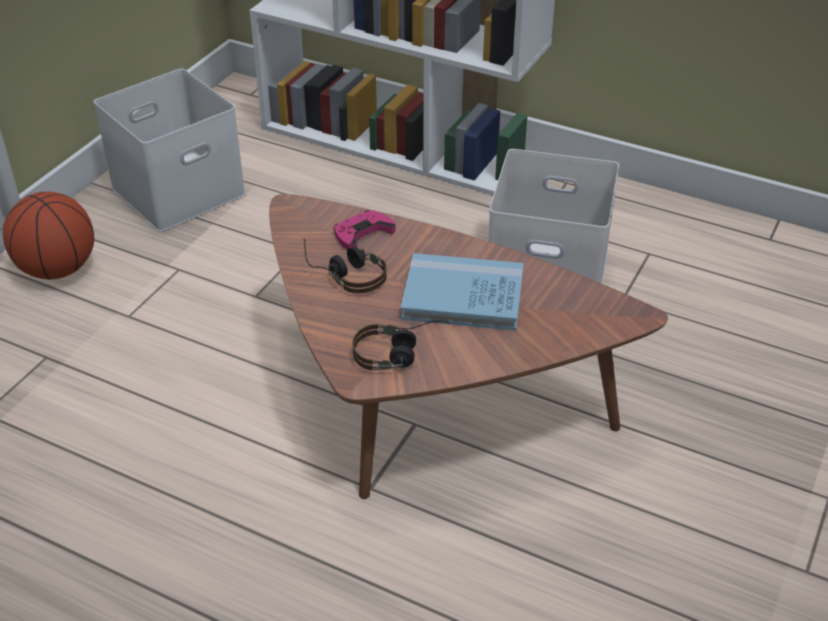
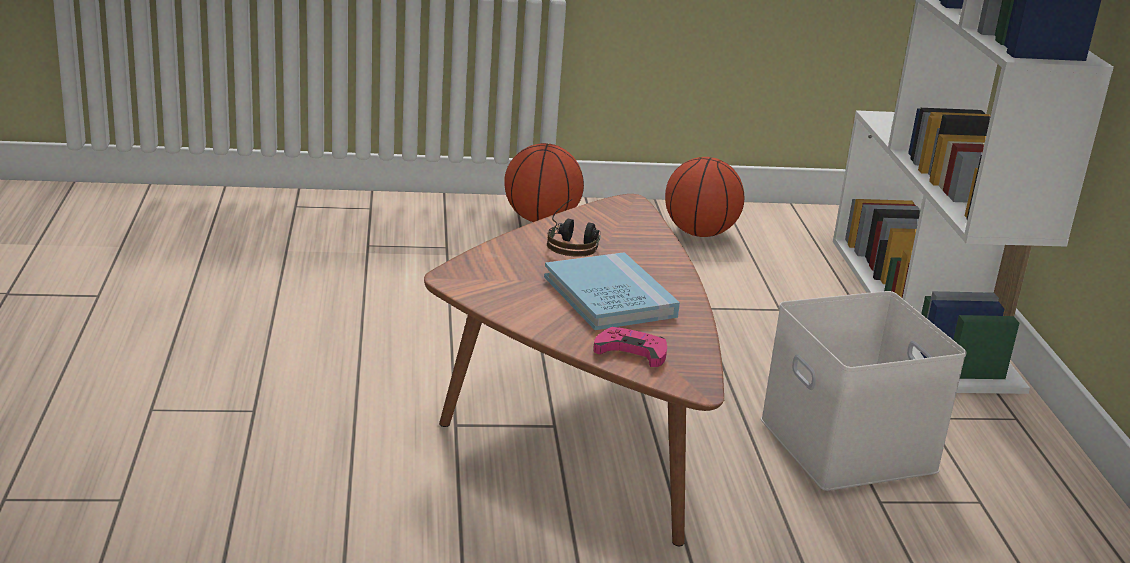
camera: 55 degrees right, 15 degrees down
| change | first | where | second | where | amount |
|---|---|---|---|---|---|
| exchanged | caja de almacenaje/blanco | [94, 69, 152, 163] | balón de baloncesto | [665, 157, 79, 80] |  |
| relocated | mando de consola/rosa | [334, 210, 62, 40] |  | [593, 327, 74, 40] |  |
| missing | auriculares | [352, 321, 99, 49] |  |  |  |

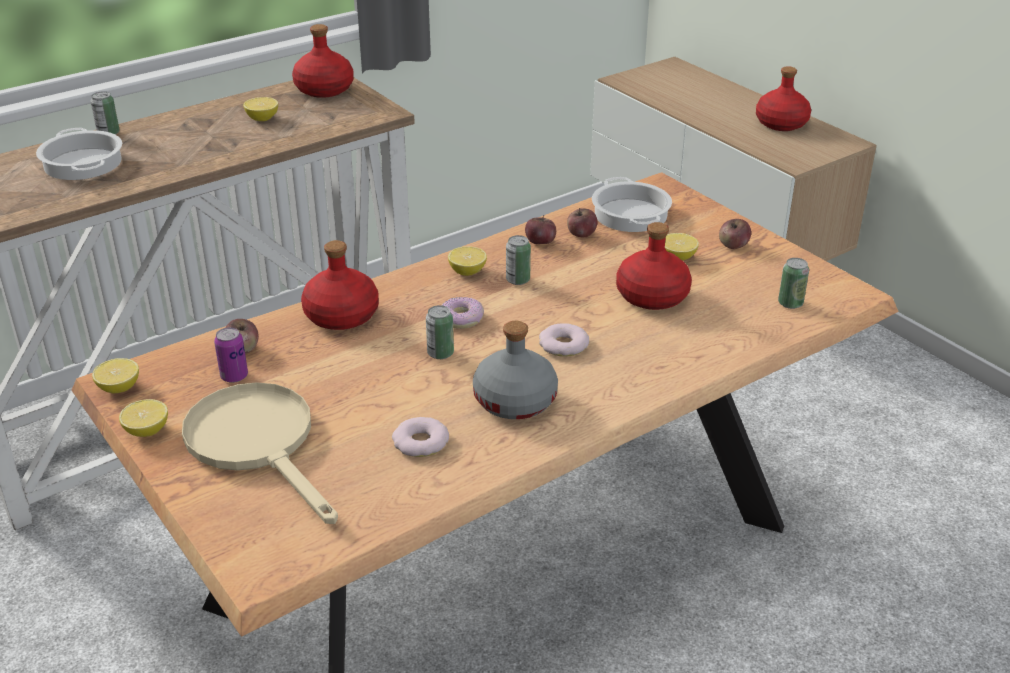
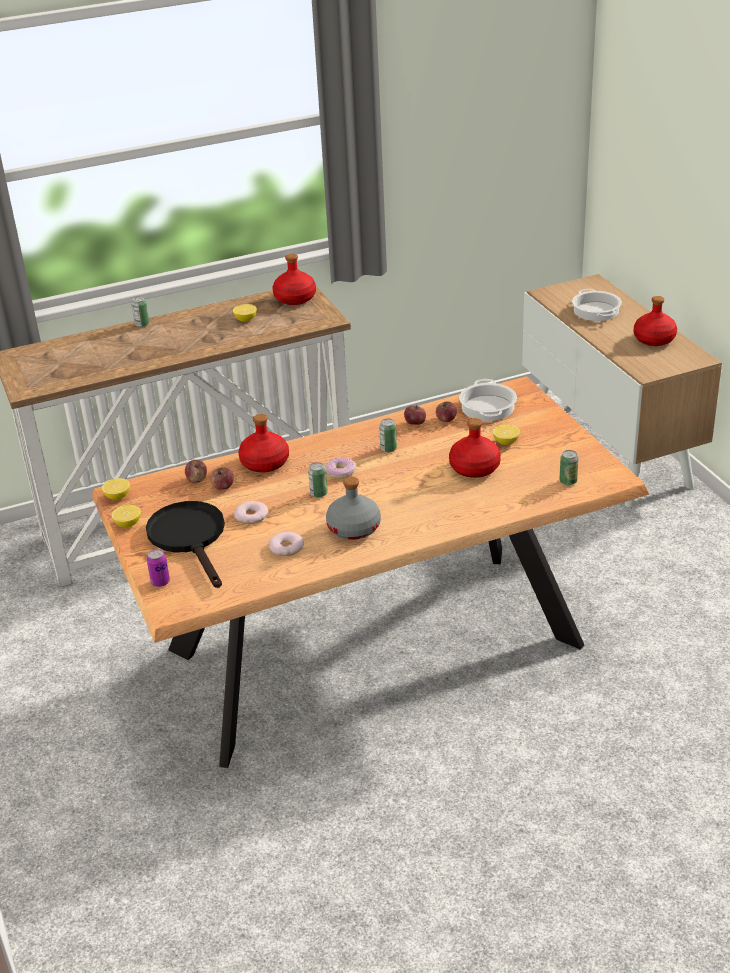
camera: 15 degrees right, 0 degrees up
| change | first | where | second | where | amount |
|---|---|---|---|---|---|
| relocated | olla | [36, 128, 86, 52] |  | [572, 289, 50, 32] |  |
| colour | sartén/beis | [182, 382, 156, 142] | sartén/negro | [146, 501, 79, 87] |  |
| relocated | lata | [214, 327, 34, 56] |  | [147, 549, 23, 38] |  |
| missing | limón | [448, 246, 39, 30] |  |  |  |
| relocated | rosquilla | [539, 323, 50, 34] |  | [234, 501, 34, 23] |  |
| relocated | manzana | [719, 219, 32, 30] |  | [211, 467, 23, 23] |  |

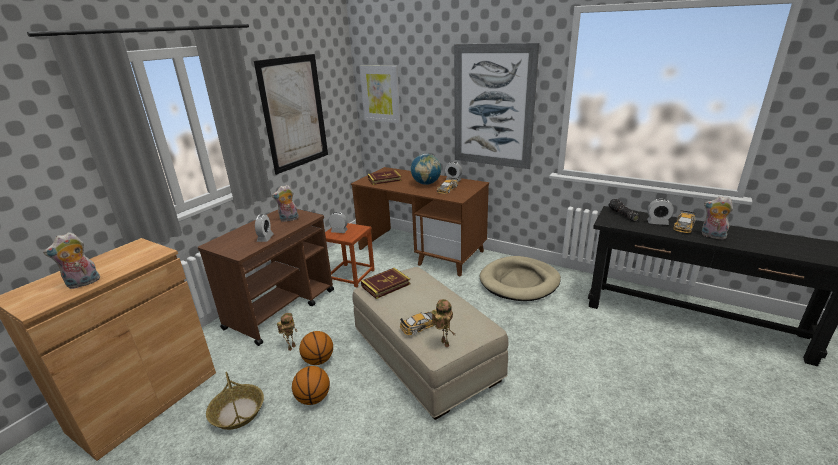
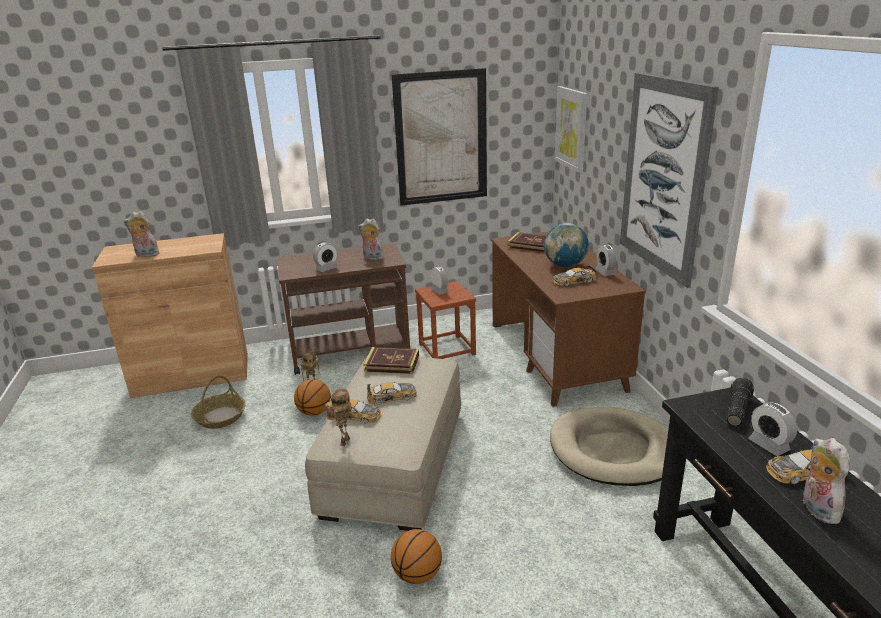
camera: 45 degrees right, 0 degrees up
| change | first | where | second | where | amount |
|---|---|---|---|---|---|
| relocated | balón de baloncesto | [292, 366, 38, 39] |  | [391, 529, 51, 55] |  |
| appeared |  |  | coche de juguete | [367, 382, 50, 22] |  |

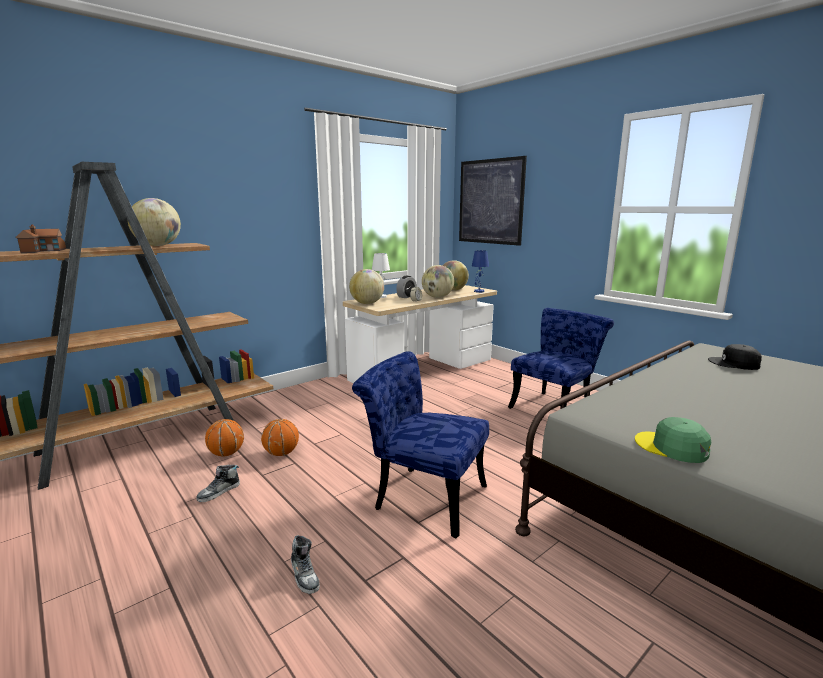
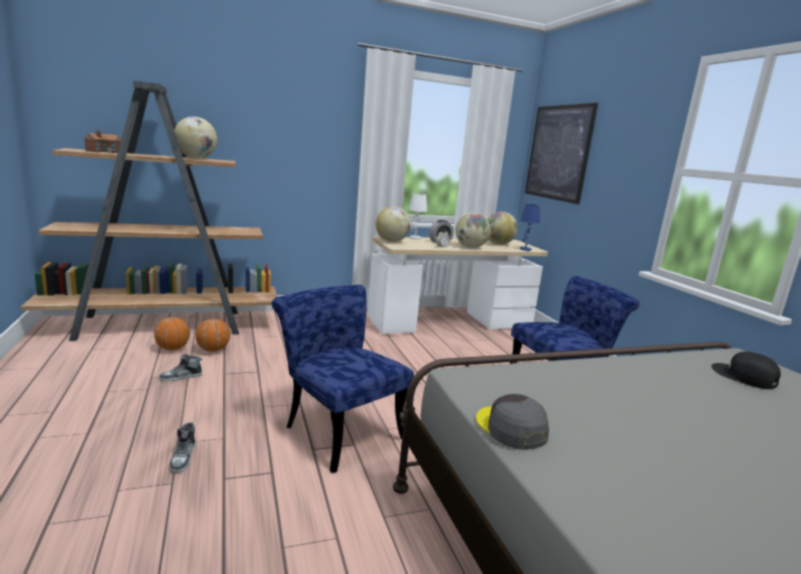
camera: 20 degrees right, 0 degrees up
| change | first | where | second | where | amount |
|---|---|---|---|---|---|
| relocated | balón de baloncesto | [261, 419, 38, 37] |  | [154, 317, 36, 33] |  |
| colour | gorra/verde | [635, 417, 77, 46] | gorra/gris | [476, 394, 73, 56] |  |

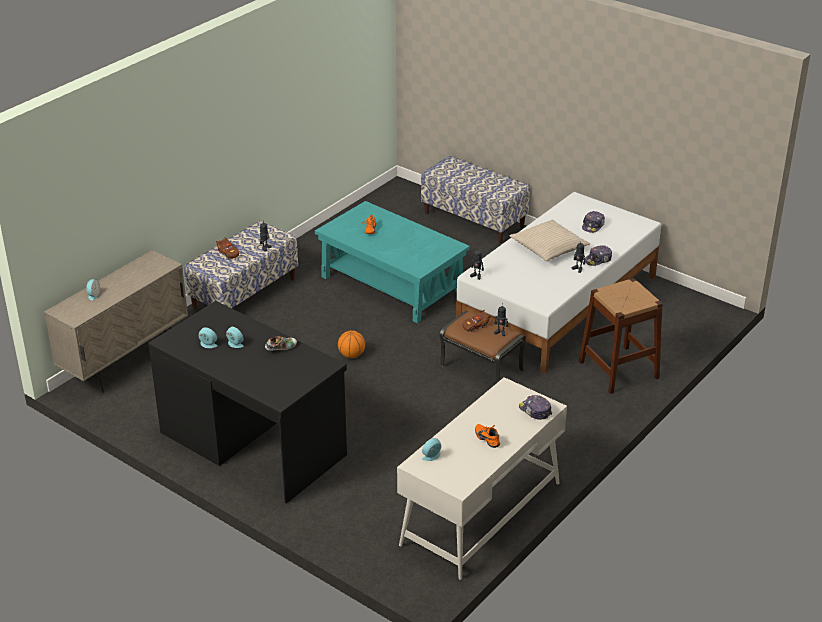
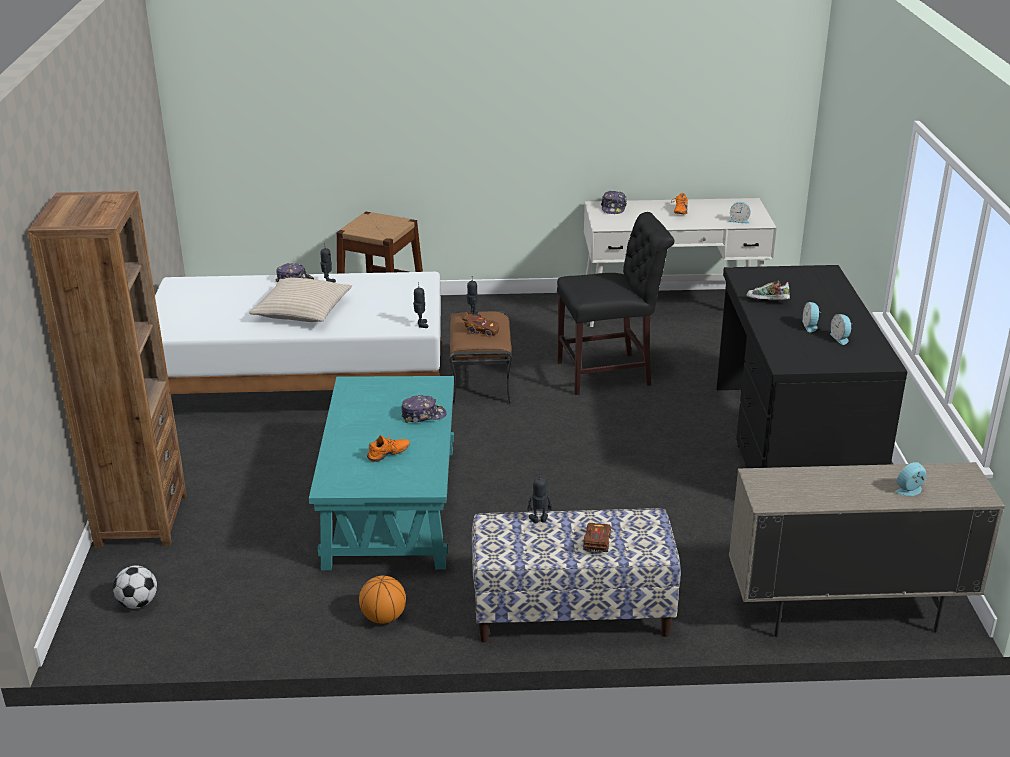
camera: 130 degrees left, 5 degrees down
| change | first | where | second | where | amount |
|---|---|---|---|---|---|
| relocated | balón de baloncesto | [338, 330, 27, 28] |  | [359, 575, 47, 49] |  |
| exchanged | banco | [421, 156, 109, 87] | estantería/marrón | [28, 191, 159, 357] |  |
| relocated | gorra | [582, 211, 23, 22] |  | [401, 395, 45, 28] |  |
| appeared |  |  | balón de fútbol | [113, 566, 44, 43] |  |
| appeared |  |  | silla/negro | [557, 212, 117, 183] |  |

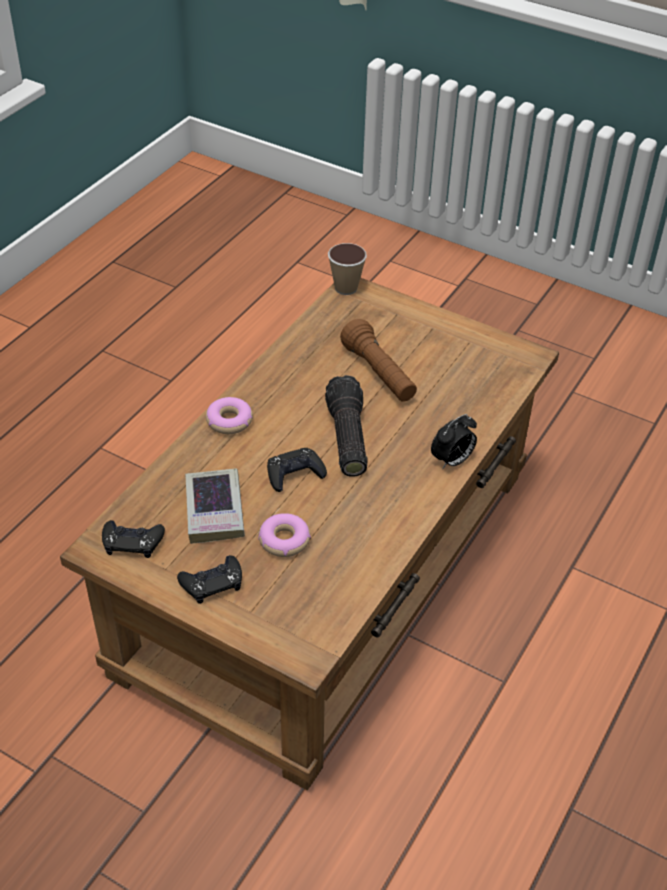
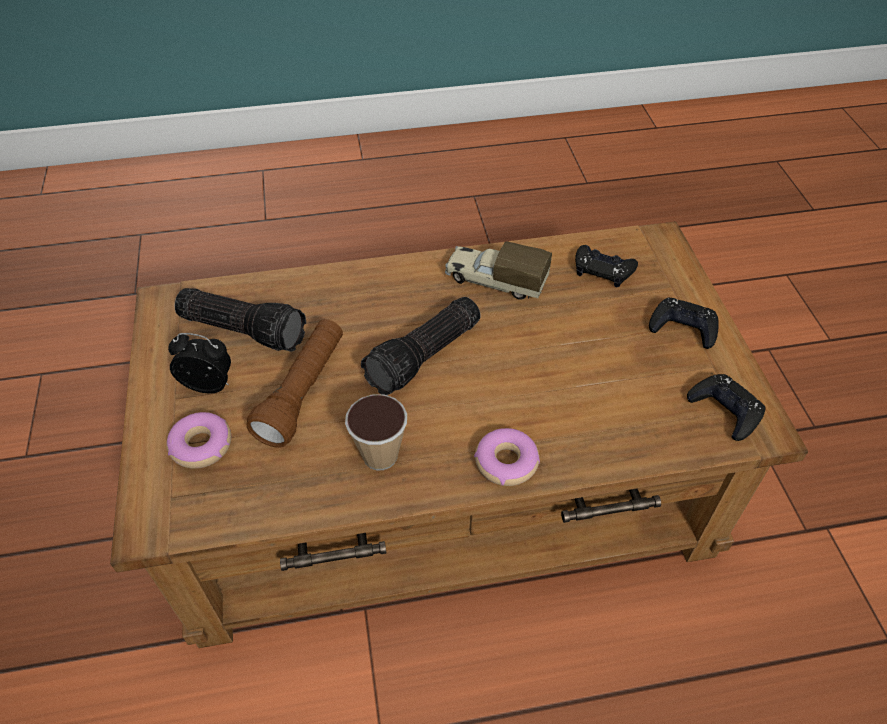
camera: 130 degrees left, 5 degrees up
| change | first | where | second | where | amount |
|---|---|---|---|---|---|
| missing | libro | [185, 468, 60, 76] |  |  |  |
| relocated | rosquilla | [258, 513, 53, 44] |  | [166, 412, 65, 57] |  |
| relocated | mando de consola/negro | [267, 448, 60, 44] |  | [575, 245, 63, 42] |  |
| relocated | taza | [328, 243, 39, 52] |  | [345, 394, 62, 76] |  |
| relocated | despertador | [431, 414, 46, 55] |  | [168, 333, 63, 60] |  |
| appeared |  |  | linterna | [174, 288, 132, 64] |  |
| appeared |  |  | camión de juguete | [445, 241, 107, 59] |  |

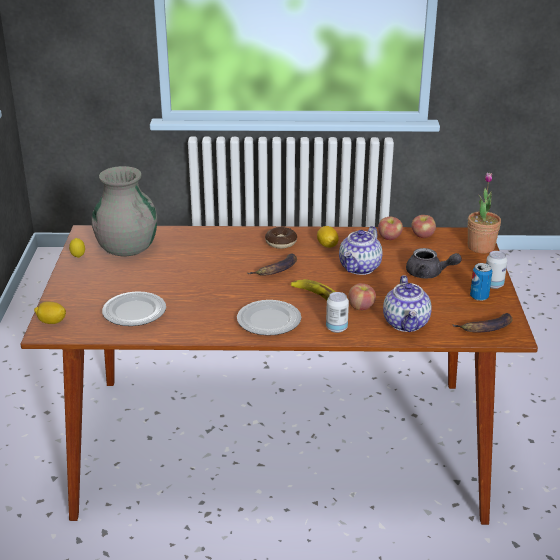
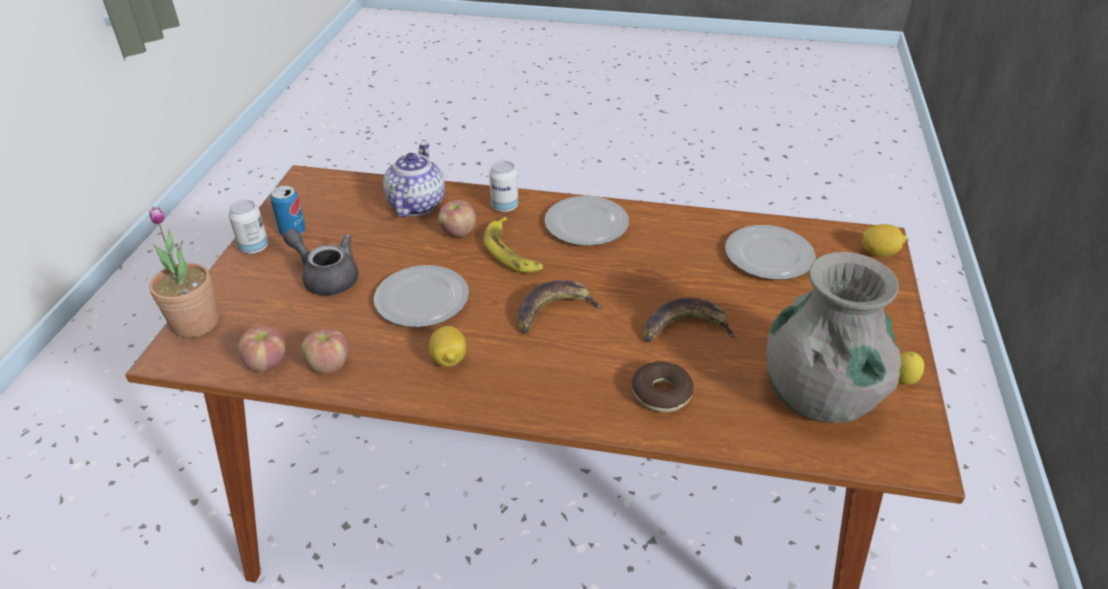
camera: 170 degrees left, 10 degrees up
| change | first | where | second | where | amount |
|---|---|---|---|---|---|
| relocated | rosquilla | [265, 227, 32, 22] |  | [632, 361, 62, 52] |  |
| exchanged | tetera | [339, 226, 44, 49] | plato | [374, 265, 95, 62] |  |
| relocated | plátano | [452, 313, 61, 20] |  | [643, 298, 93, 44] |  |

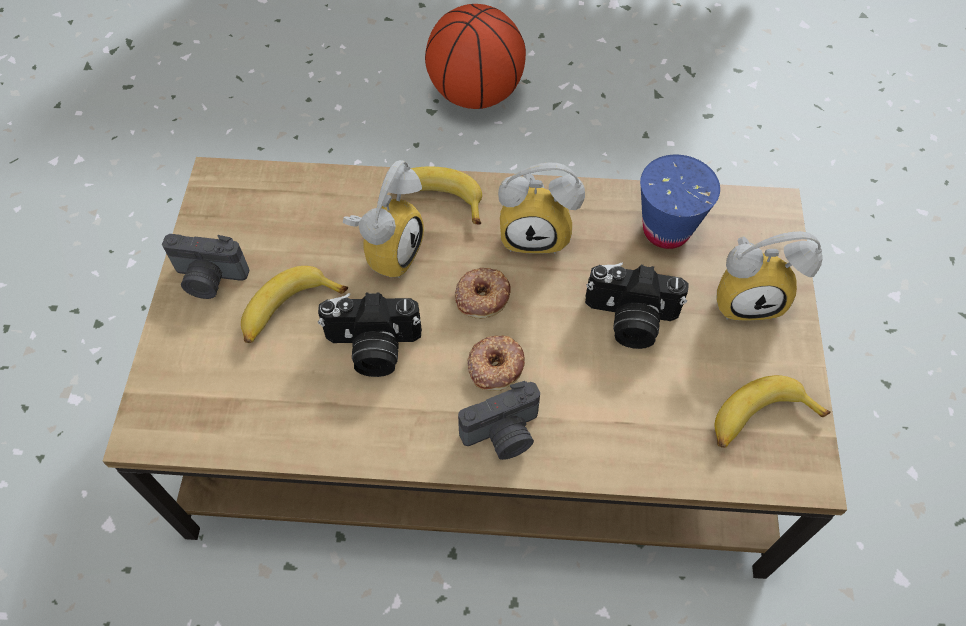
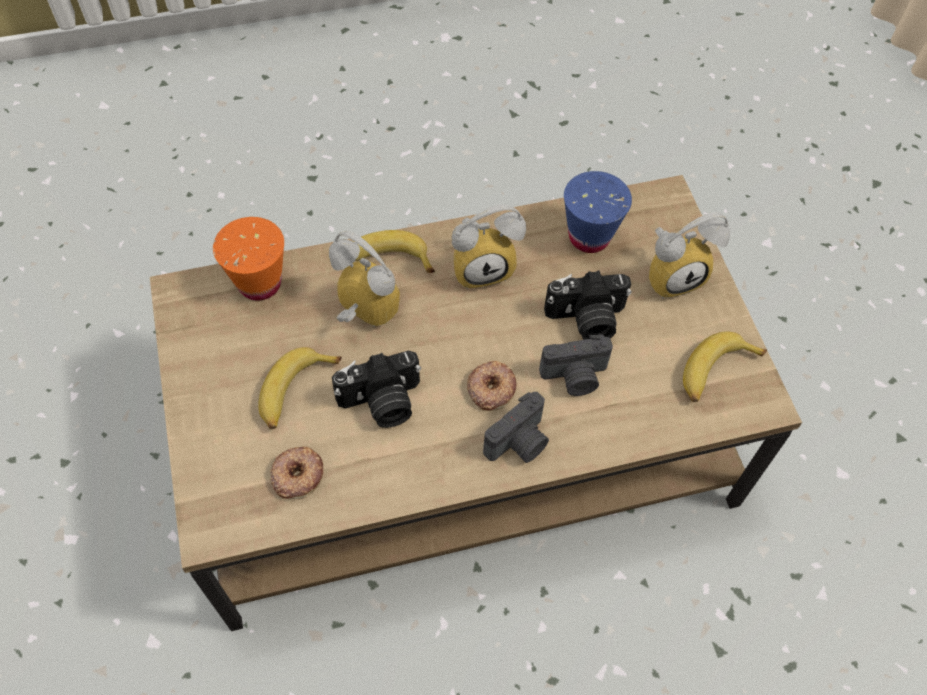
camera: 20 degrees left, 0 degrees up
| change | first | where | second | where | amount |
|---|---|---|---|---|---|
| relocated | cámara | [162, 234, 88, 65] |  | [539, 334, 74, 62] |  |
| spun | despertador | [342, 160, 82, 118] |  | [329, 231, 71, 96] | 60 degrees counterclockwise |
| missing | balón de baloncesto | [425, 4, 101, 105] |  |  |  |
| relocated | rosquilla | [455, 268, 56, 51] |  | [270, 446, 54, 53] |  |
| appeared |  |  | taza/naranja | [213, 217, 71, 84] |  |

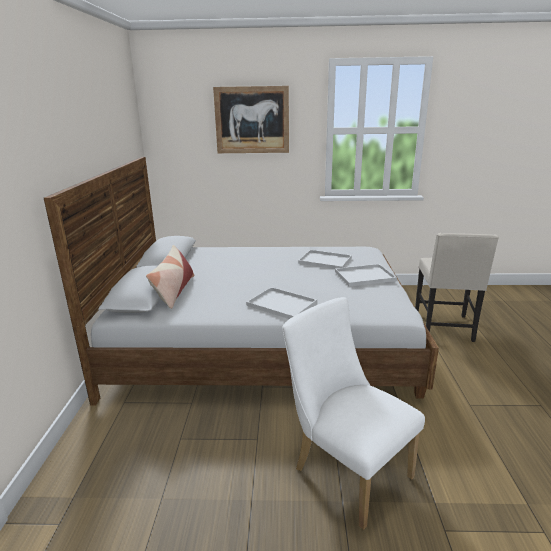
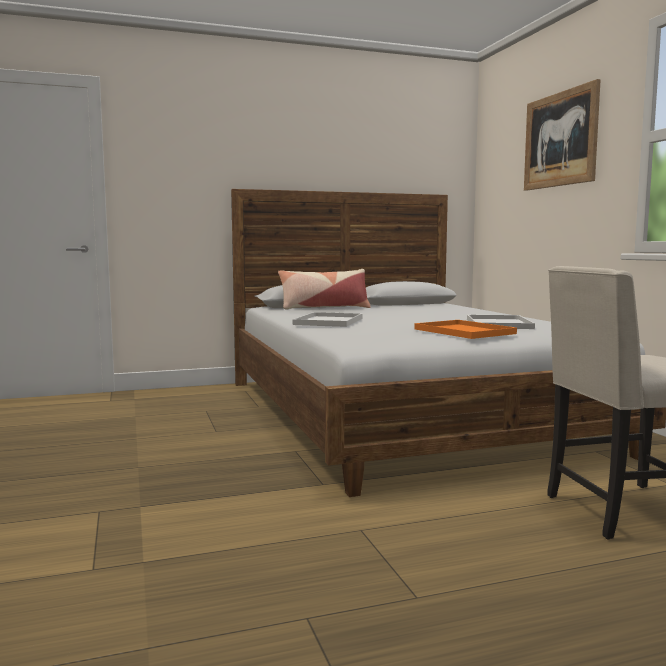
camera: 70 degrees right, 15 degrees down
| change | first | where | second | where | amount |
|---|---|---|---|---|---|
| missing | silla/blanco | [282, 297, 143, 233] |  |  |  |
| colour | bandeja/blanco | [335, 264, 62, 22] | bandeja/naranja | [414, 320, 103, 19] |  |

